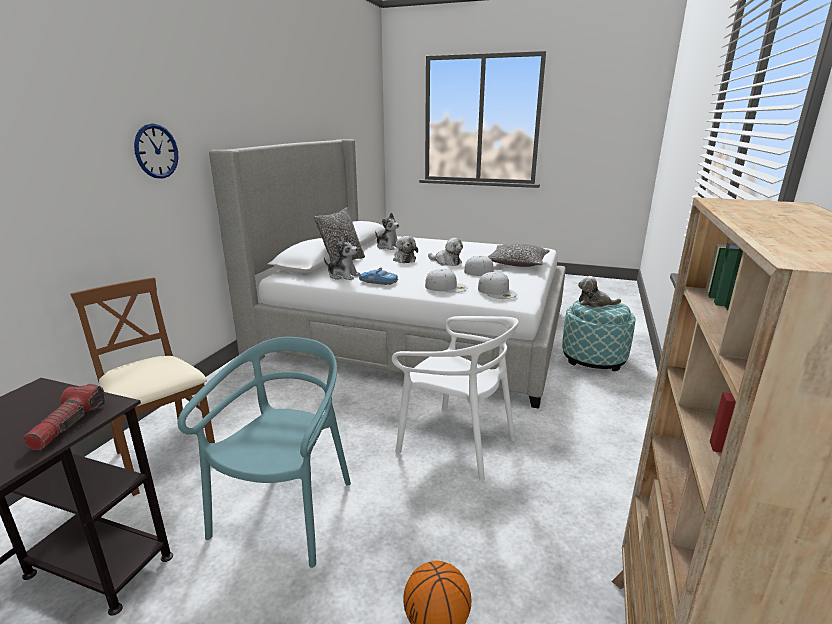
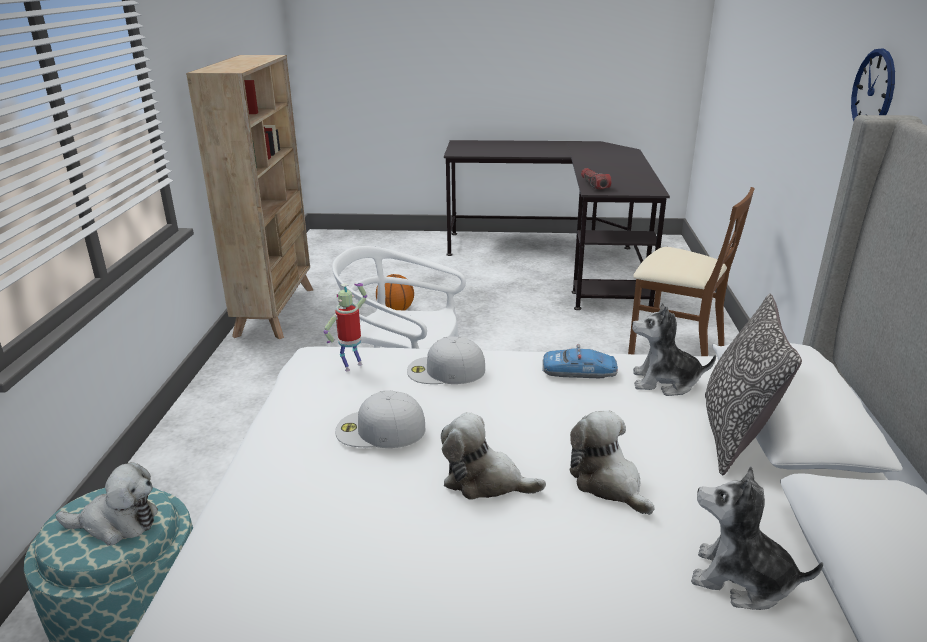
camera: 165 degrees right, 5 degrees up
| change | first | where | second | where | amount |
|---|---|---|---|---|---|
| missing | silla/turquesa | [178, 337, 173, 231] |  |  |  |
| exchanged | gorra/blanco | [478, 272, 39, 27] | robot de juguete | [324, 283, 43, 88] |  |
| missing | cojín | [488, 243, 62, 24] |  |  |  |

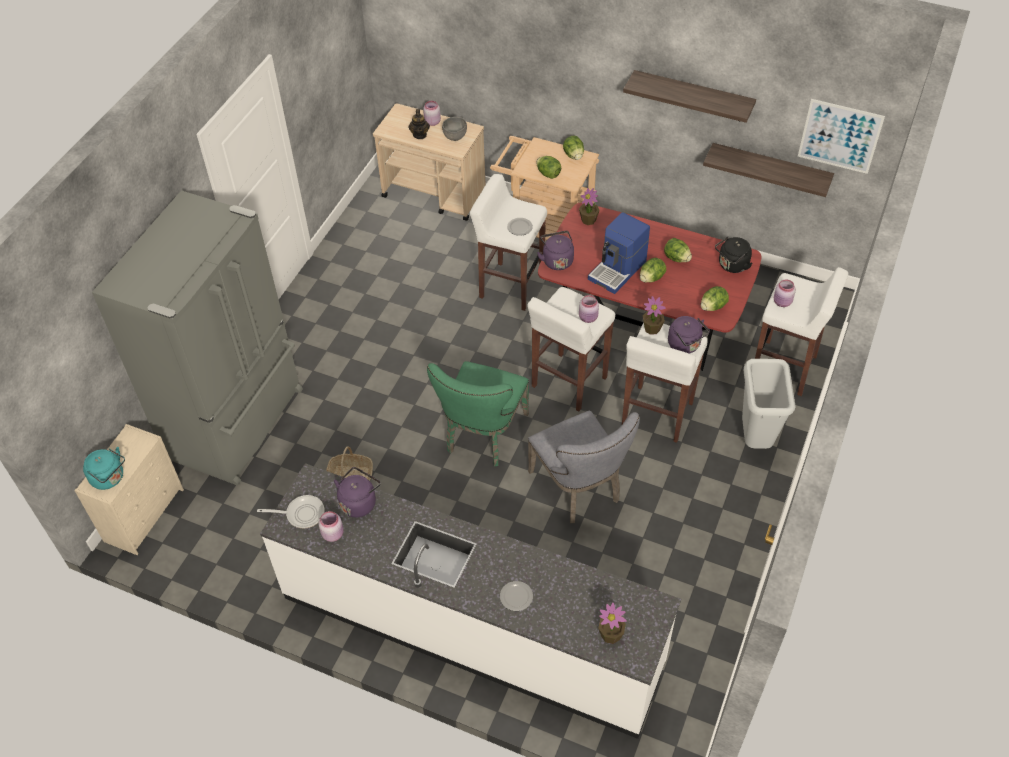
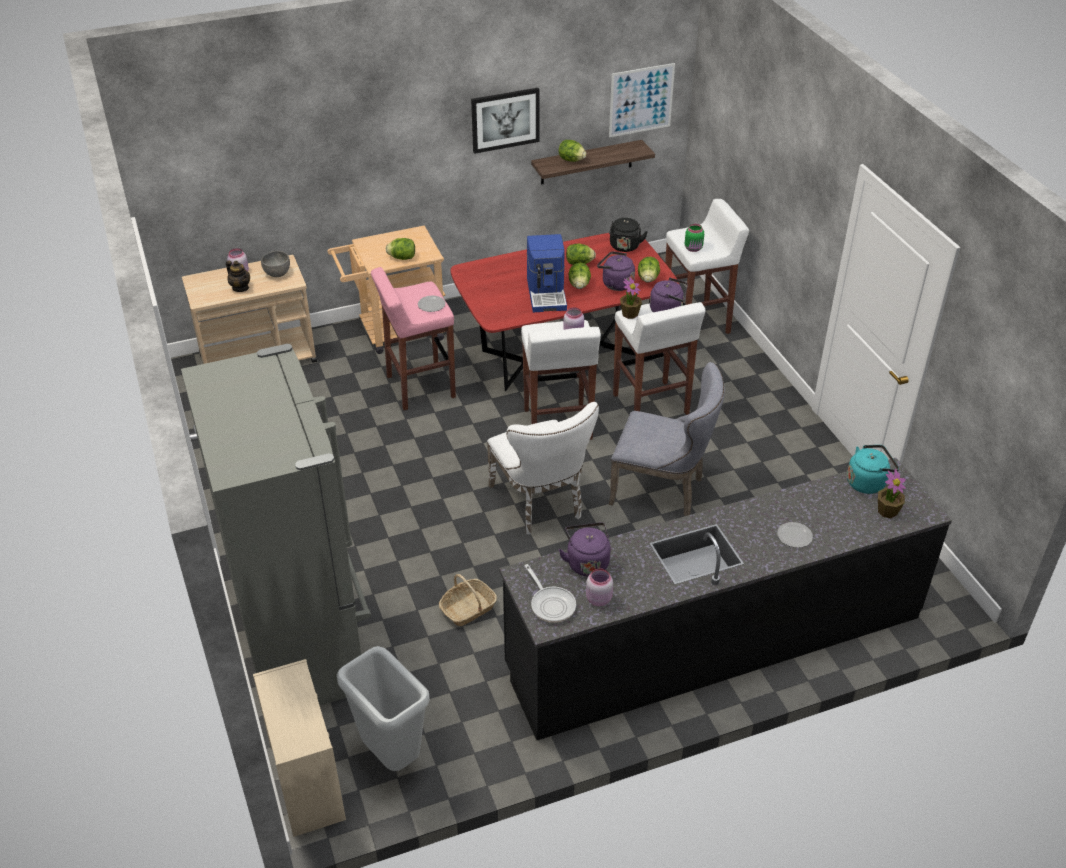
camera: 45 degrees left, 10 degrees down
| change | first | where | second | where | amount |
|---|---|---|---|---|---|
| relocated | hervidor/turquesa | [83, 447, 42, 43] |  | [847, 445, 52, 49] |  |
| spun | sartén | [257, 495, 67, 33] |  | [525, 564, 51, 59] | 105 degrees clockwise |
| colour | mueble bajo de cocina/blanco | [260, 463, 421, 276] | mueble bajo de cocina/negro | [499, 458, 453, 282] |  |
| colour | silla/verde | [427, 361, 102, 105] | silla/blanco | [487, 402, 112, 132] |  |
| colour | taburete/blanco | [470, 174, 77, 137] | taburete/rosa | [371, 267, 85, 143] |  |
| relocated | hervidor/morado | [537, 231, 37, 39] |  | [597, 251, 38, 40] |  |
| relocated | lechuga | [563, 136, 21, 24] |  | [559, 140, 27, 22] |  |
| missing | planta en maceta | [579, 188, 21, 37] |  |  |  |
| exchanged | estante | [623, 70, 133, 53] | cuadro | [471, 88, 69, 66] |  |
| relocated | papelera/gris | [742, 359, 53, 90] |  | [337, 646, 93, 125] |  |
| colour | tarro/rosa | [774, 279, 22, 28] | tarro/verde | [685, 224, 19, 28] |  |

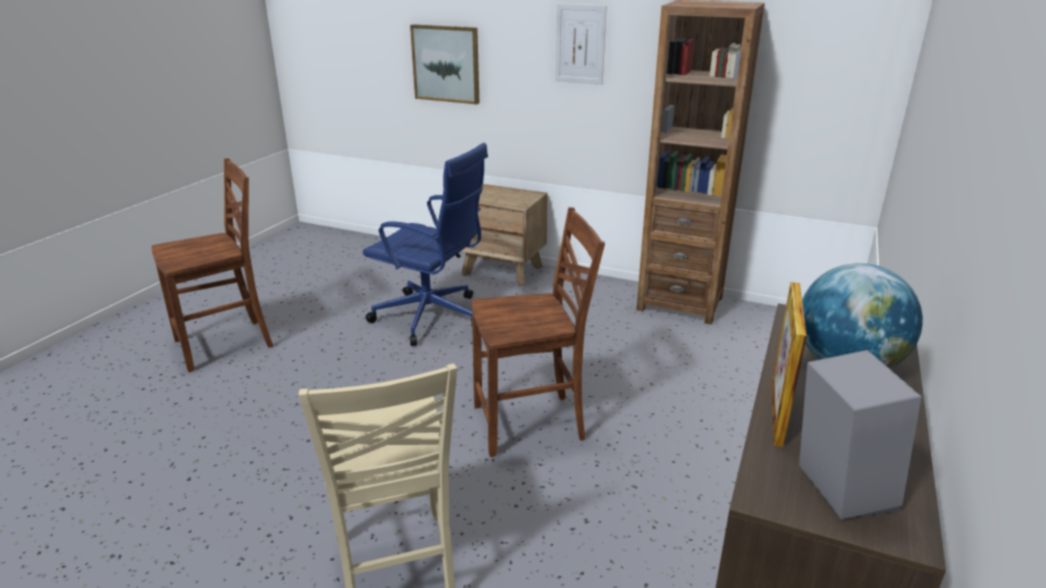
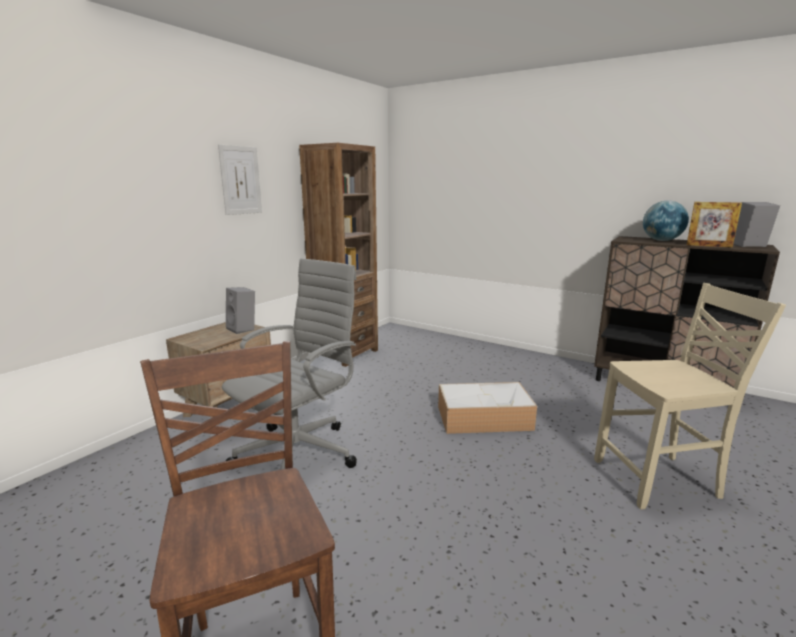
camera: 80 degrees left, 10 degrees down
| change | first | where | second | where | amount |
|---|---|---|---|---|---|
| colour | silla de oficina/azul | [363, 143, 125, 203] | silla de oficina/gris | [222, 258, 135, 212] |  |
| missing | cuadro | [410, 24, 69, 80] |  |  |  |
| exchanged | silla/marrón | [472, 207, 133, 250] | caja de almacenaje | [438, 382, 99, 52] |  |
| appeared |  |  | altavoz/gris | [226, 287, 29, 47] |  |

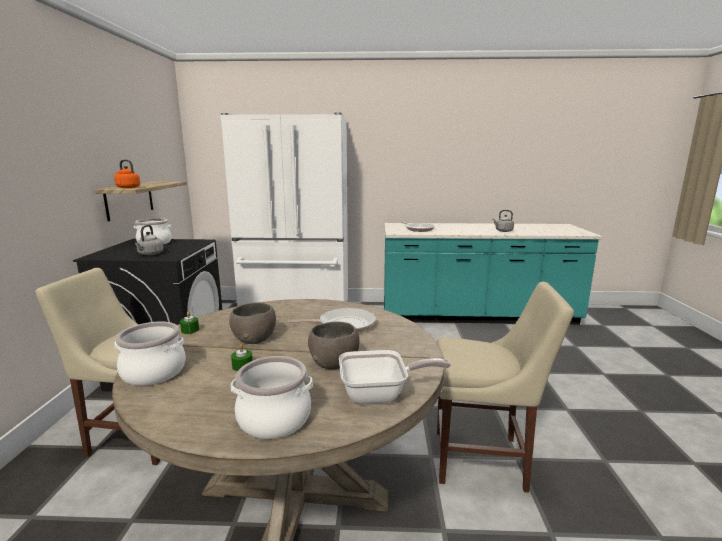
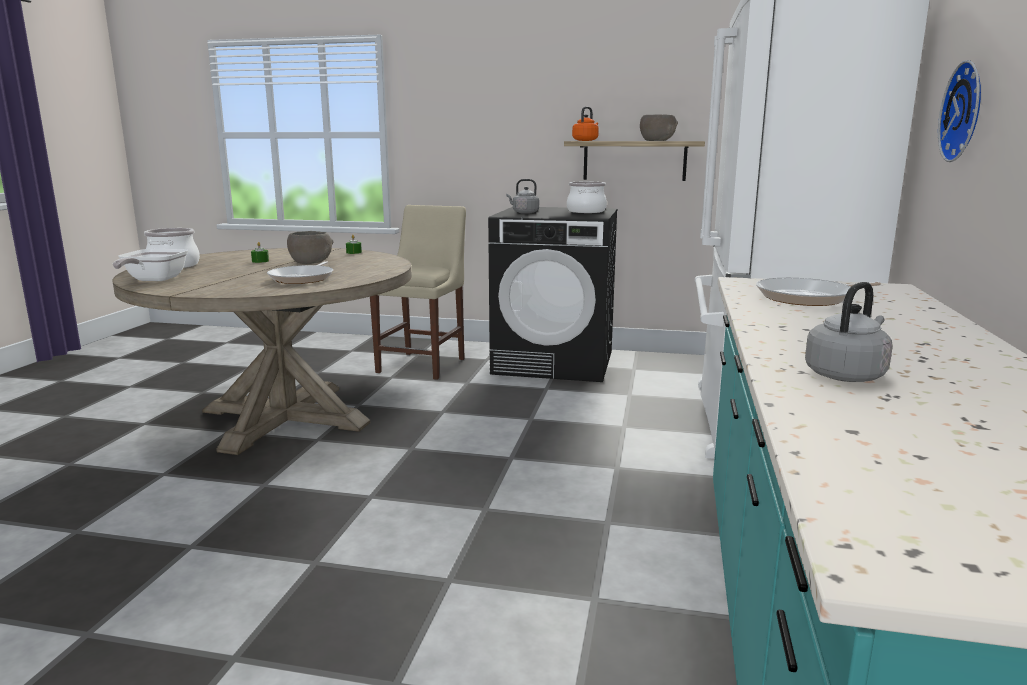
camera: 100 degrees right, 0 degrees up
| change | first | where | second | where | amount |
|---|---|---|---|---|---|
| missing | olla | [114, 321, 72, 65] |  |  |  |
| relocated | cuenco/gris | [308, 322, 51, 48] |  | [640, 114, 38, 27] |  |
| missing | silla/beis | [437, 282, 137, 211] |  |  |  |
| appeared |  |  | reloj de pared | [938, 60, 43, 102] |  |

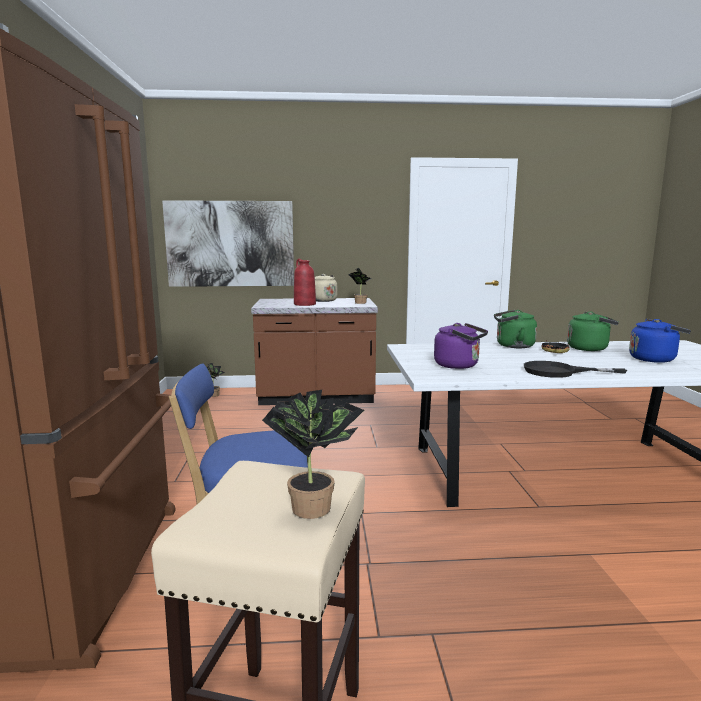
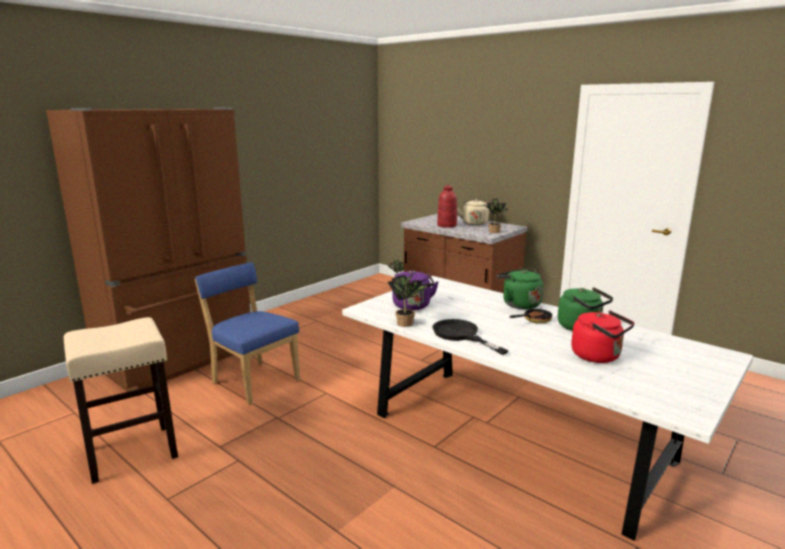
camera: 45 degrees right, 5 degrees up
| change | first | where | second | where | amount |
|---|---|---|---|---|---|
| missing | cuadro | [162, 200, 132, 87] |  |  |  |
| relocated | planta en maceta | [262, 390, 102, 129] |  | [388, 275, 39, 52] |  |
| colour | hervidor/azul | [629, 319, 62, 44] | hervidor/rojo | [571, 310, 64, 53] |  |

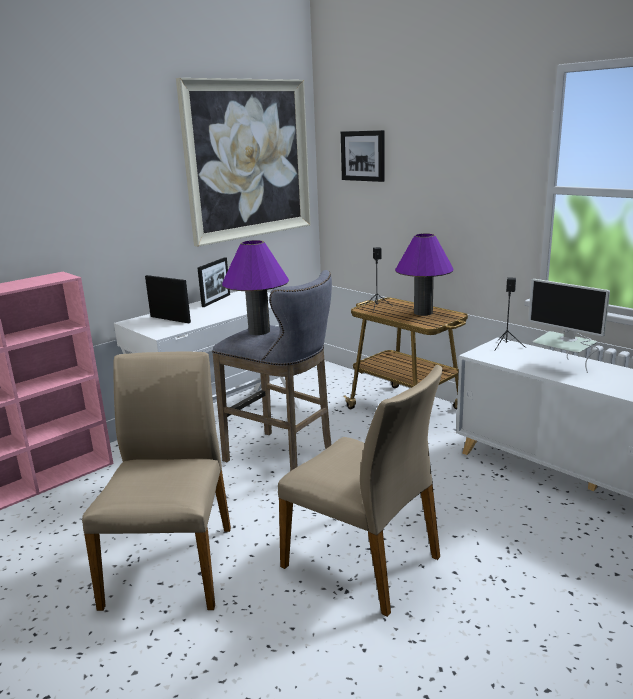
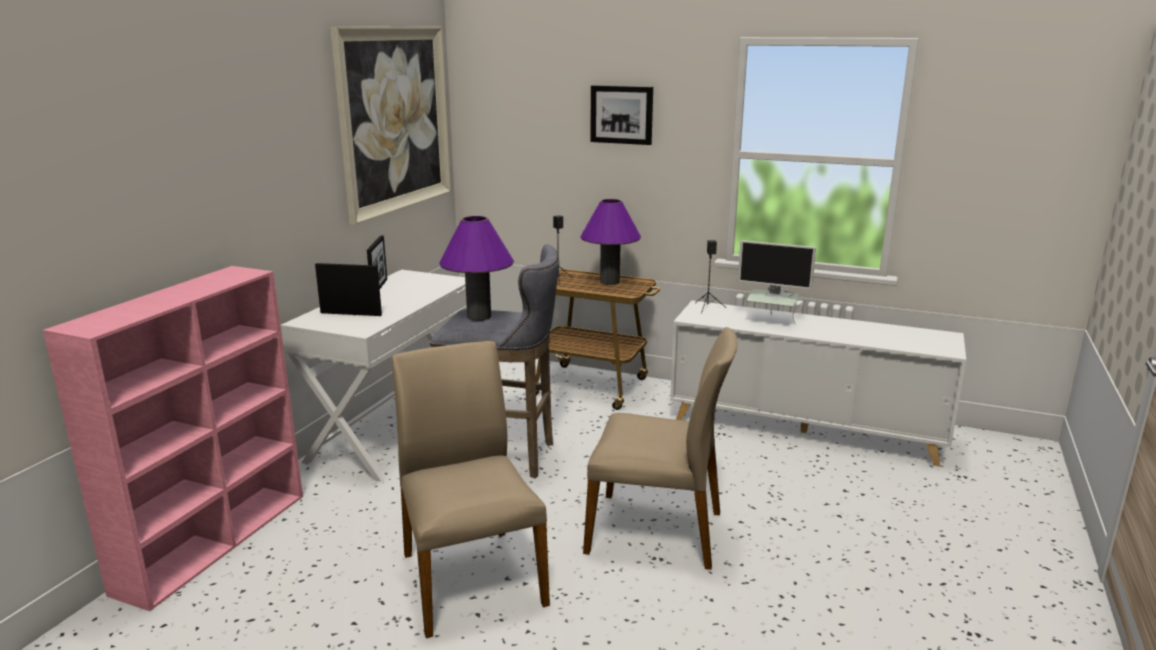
camera: 25 degrees left, 0 degrees up
| change | first | where | second | where | amount |
|---|---|---|---|---|---|
| relocated | cuadro | [341, 130, 44, 52] |  | [590, 85, 63, 60] |  |

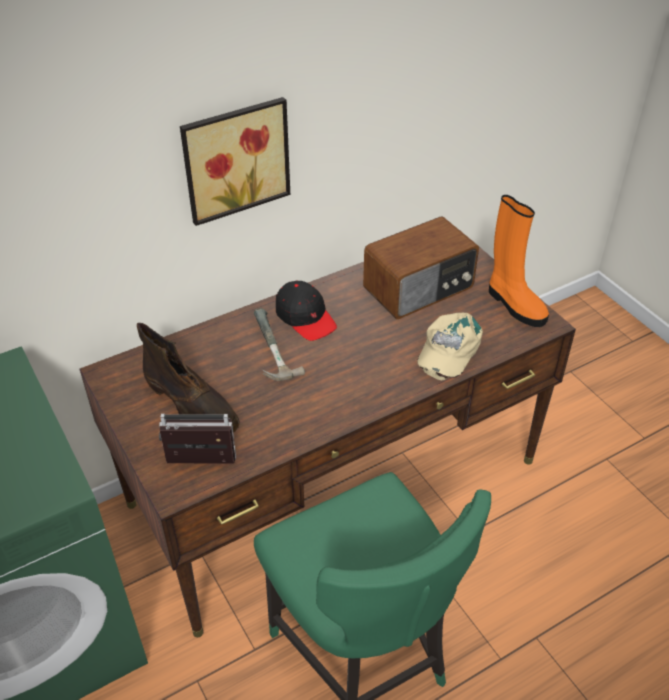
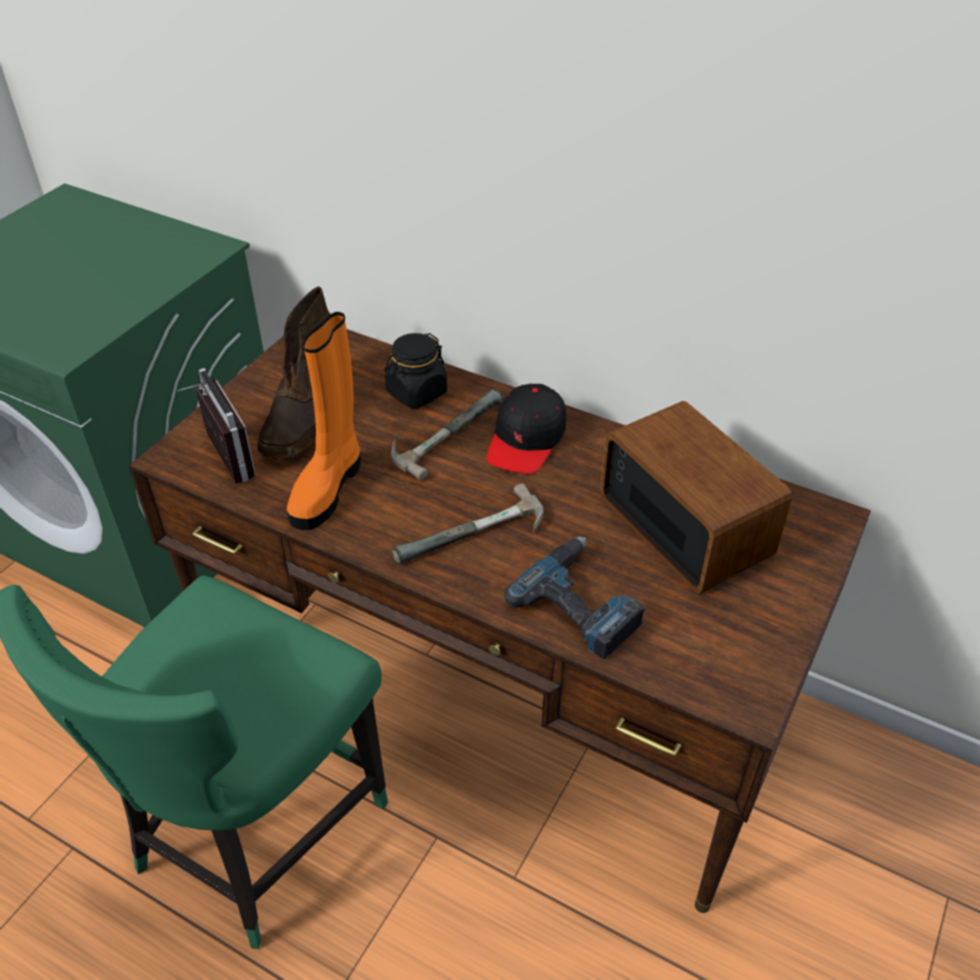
camera: 60 degrees right, 0 degrees up
| change | first | where | second | where | amount |
|---|---|---|---|---|---|
| missing | cuadro | [180, 97, 110, 129] |  |  |  |
| spun | radio | [363, 217, 116, 102] |  | [600, 401, 192, 193] | 150 degrees counterclockwise |
| exchanged | gorra/beis | [417, 313, 66, 67] | taladro | [504, 537, 142, 122] |  |
| relocated | bota/naranja | [489, 195, 60, 132] |  | [287, 312, 74, 218] |  |
| appeared |  |  | tarro/negro | [385, 333, 62, 75] |  |
| appeared |  |  | martillo | [392, 483, 152, 81] |  |

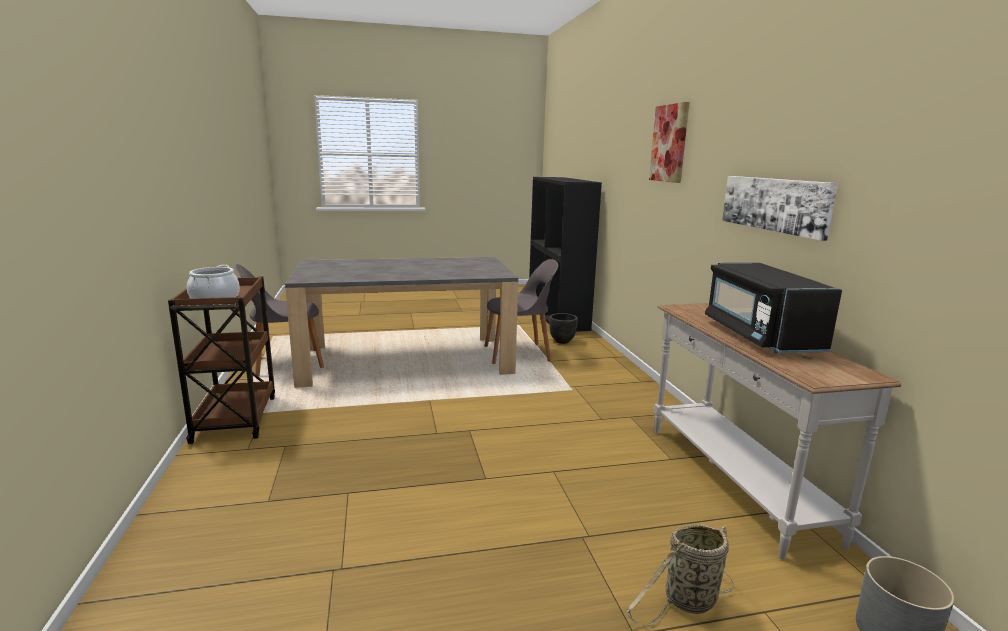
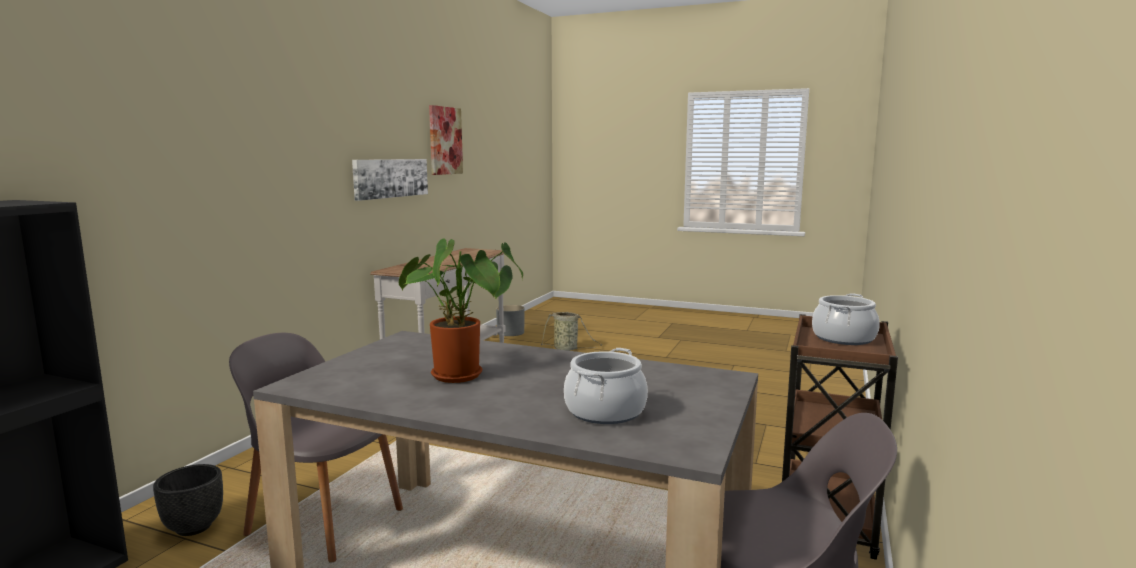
camera: 145 degrees left, 5 degrees down
| change | first | where | second | where | amount |
|---|---|---|---|---|---|
| relocated | cuadro | [649, 102, 40, 81] |  | [429, 105, 34, 70] |  |
| missing | microondas/negro | [705, 263, 137, 90] |  |  |  |
| appeared |  |  | planta en maceta | [399, 239, 124, 144] |  |
| appeared |  |  | olla | [564, 348, 84, 76] |  |

